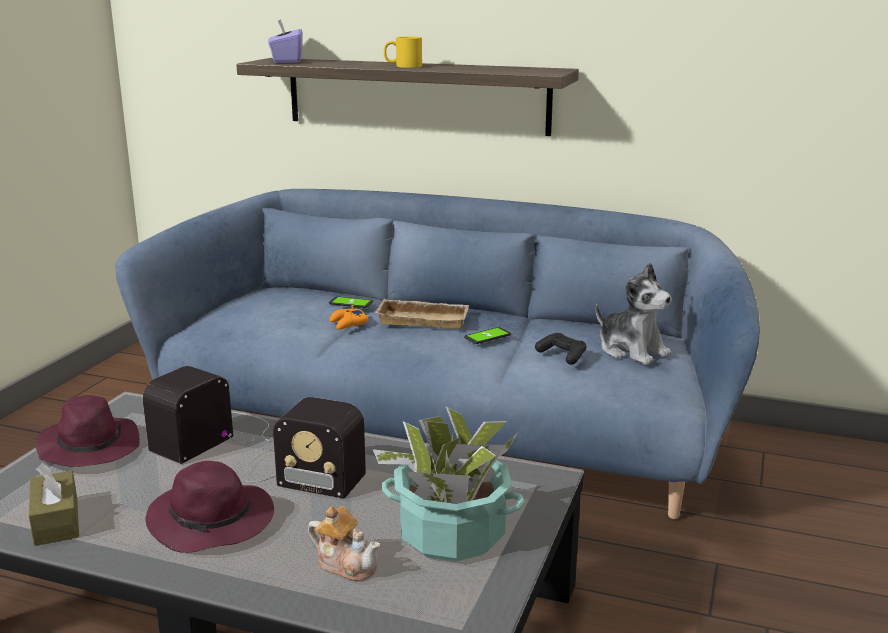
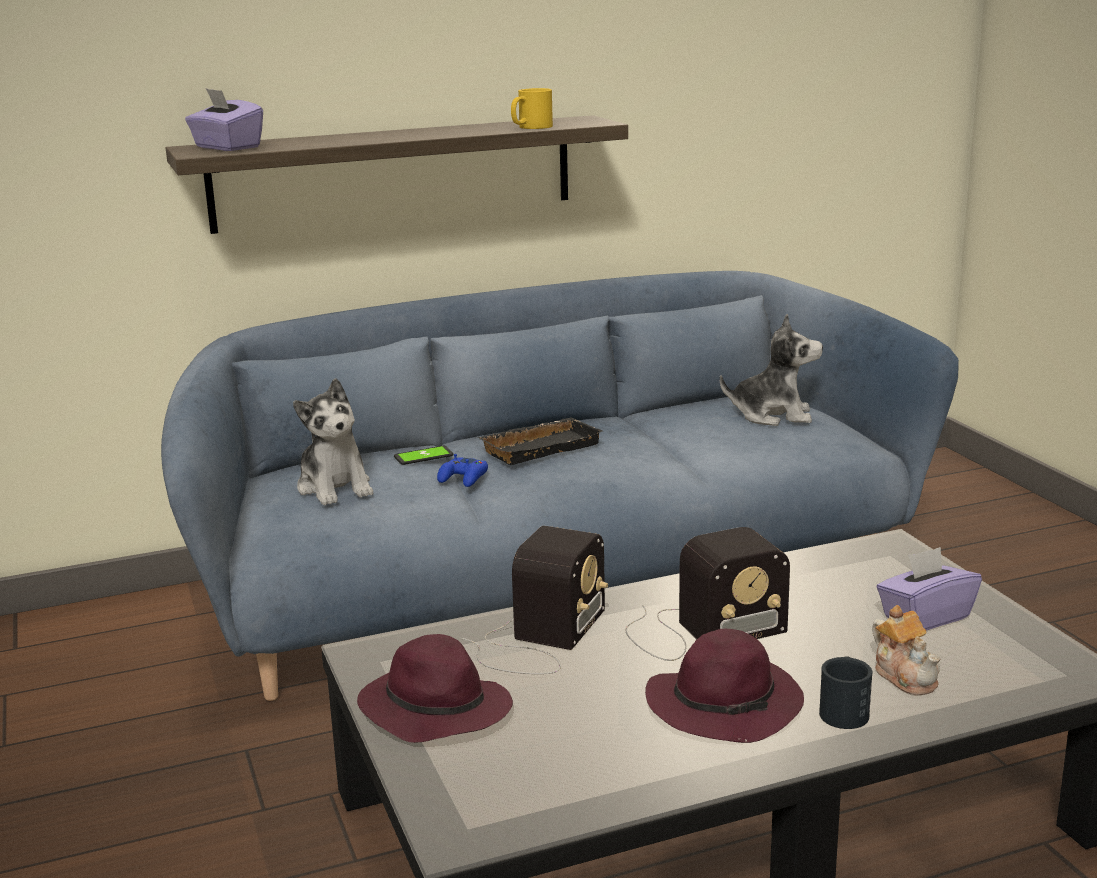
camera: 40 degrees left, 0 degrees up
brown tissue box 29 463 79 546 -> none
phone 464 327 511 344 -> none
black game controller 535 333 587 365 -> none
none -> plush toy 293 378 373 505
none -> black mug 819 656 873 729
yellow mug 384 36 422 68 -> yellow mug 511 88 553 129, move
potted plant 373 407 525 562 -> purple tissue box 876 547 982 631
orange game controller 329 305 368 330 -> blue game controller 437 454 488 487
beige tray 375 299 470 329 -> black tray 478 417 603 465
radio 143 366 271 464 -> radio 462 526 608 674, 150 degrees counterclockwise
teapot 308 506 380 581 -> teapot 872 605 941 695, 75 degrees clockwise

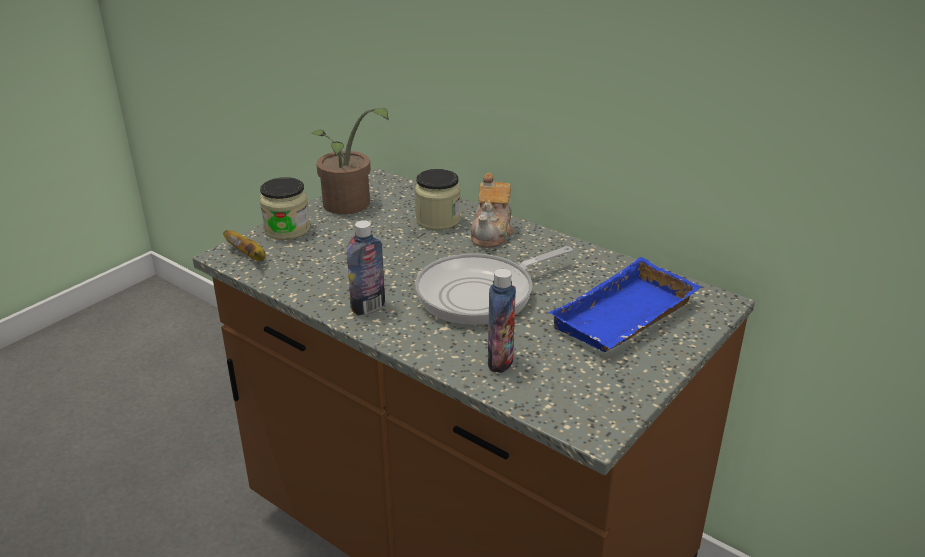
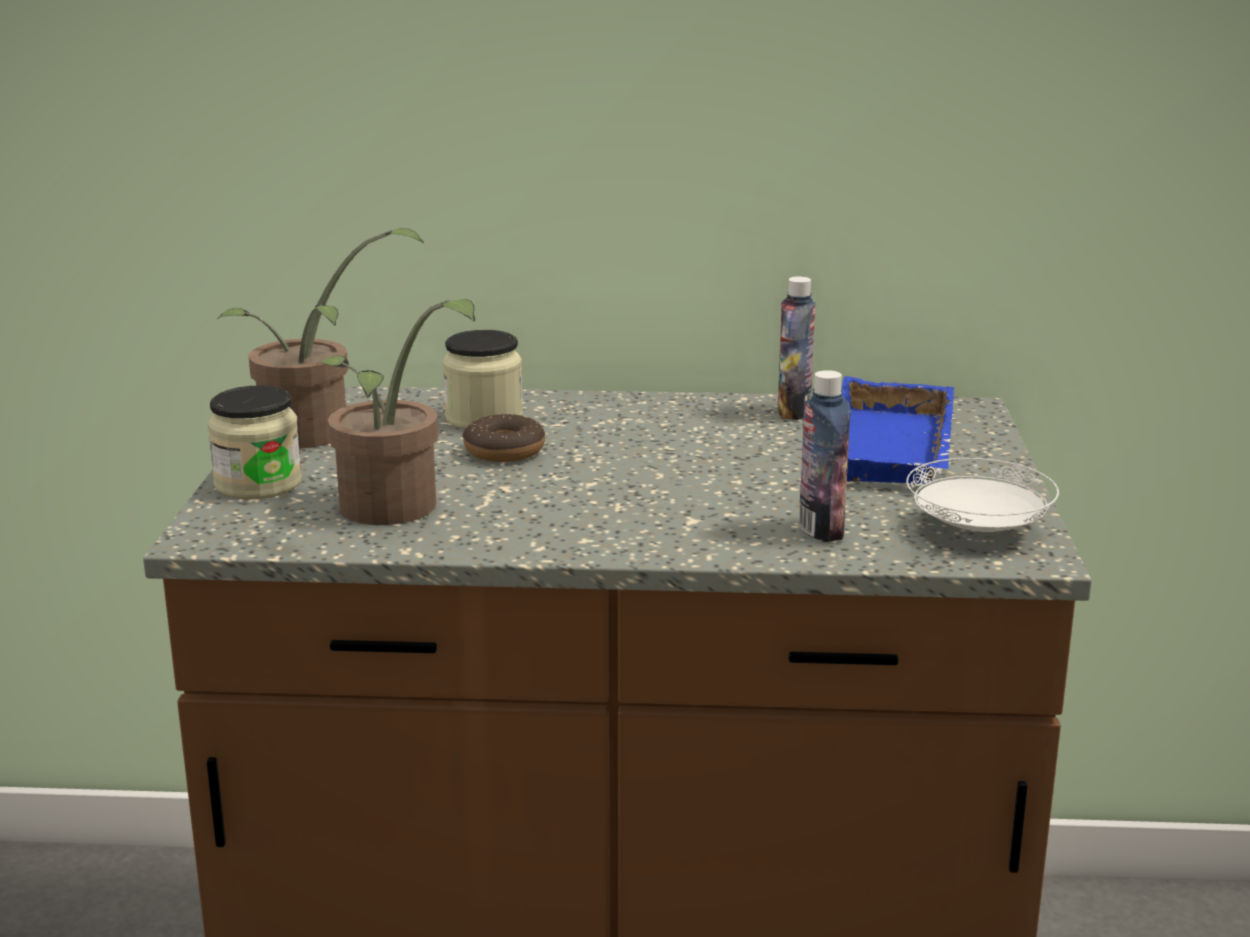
camera: 35 degrees left, 10 degrees down
banana 223 230 266 261 -> none
frying pan 415 246 573 325 -> none
teapot 471 173 514 248 -> none
none -> potted plant 319 299 475 525
none -> donut 463 414 545 462
none -> white plate 906 458 1059 532
bottle 347 220 385 315 -> bottle 777 276 816 420, move

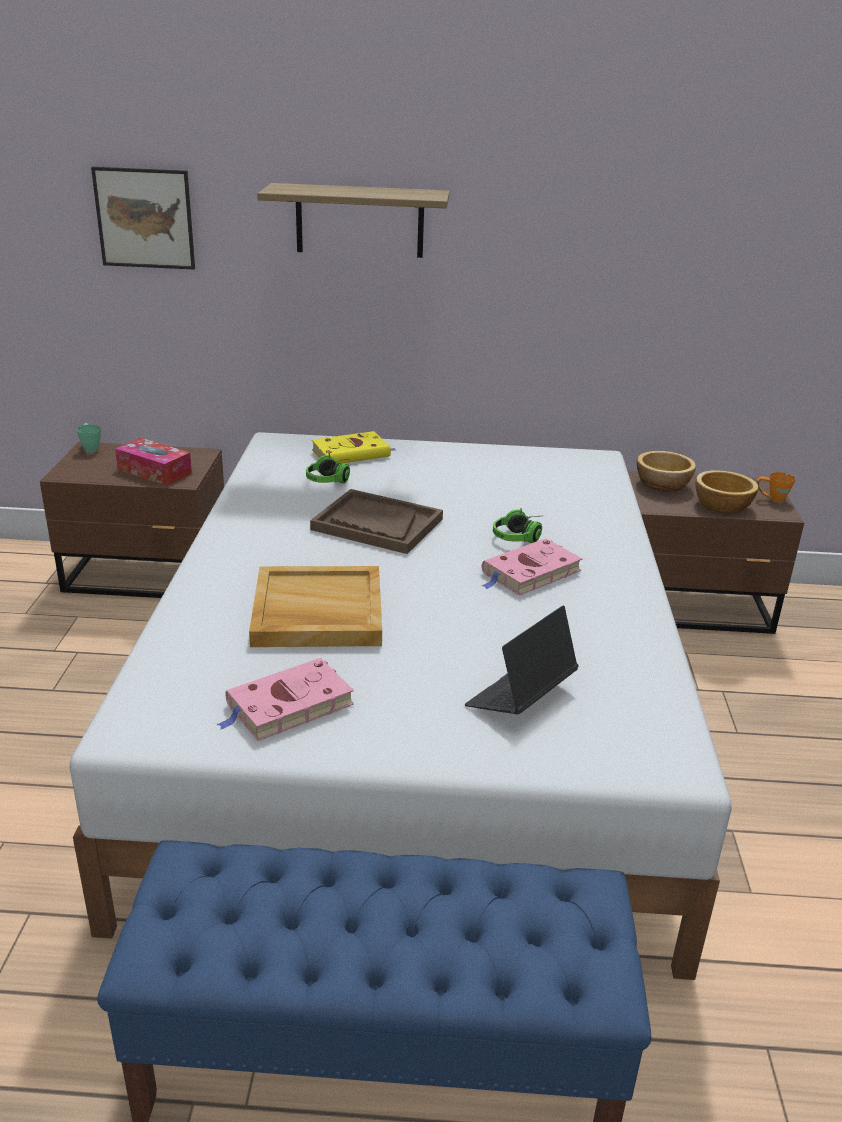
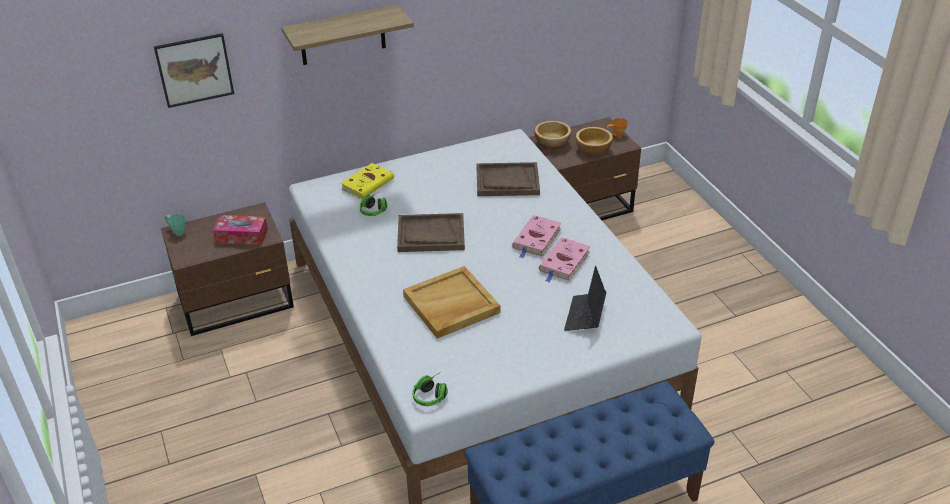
camera: 25 degrees left, 10 degrees up
none -> brown tray 476 162 540 196
pink book 216 658 354 741 -> pink book 539 237 590 282, move
headphones 493 508 542 543 -> headphones 413 372 448 406, move

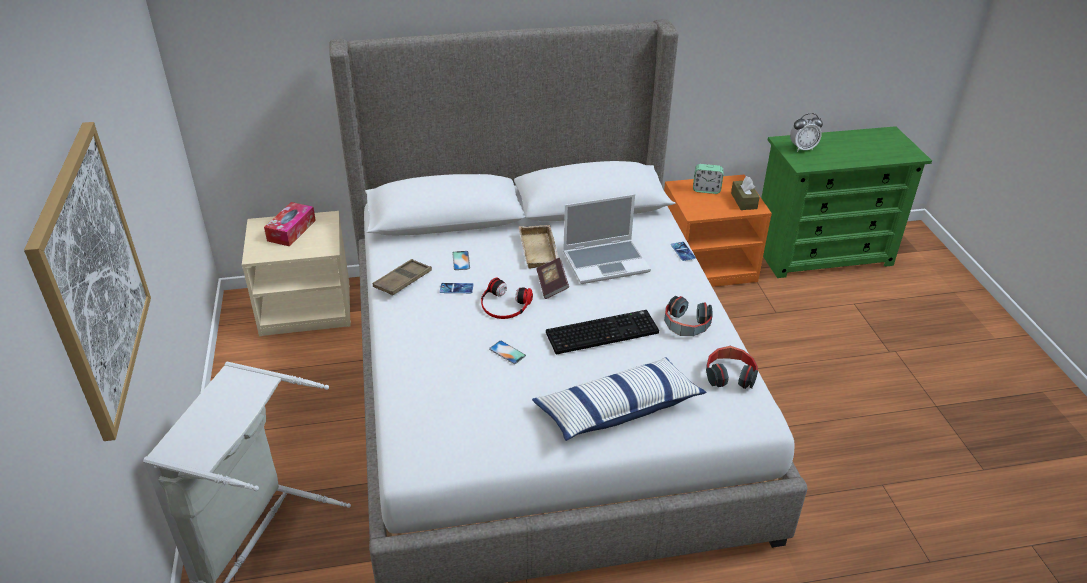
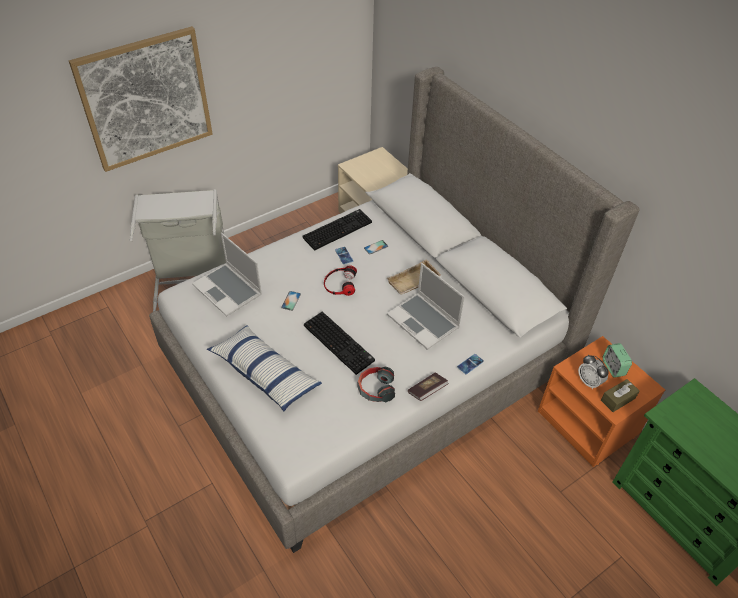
camera: 65 degrees right, 10 degrees up
tissue box 264 202 316 246 -> none
headphones 706 346 758 389 -> none
none -> laptop 192 233 262 317
book 536 258 569 299 -> book 408 373 449 401, move
alarm clock 790 113 823 152 -> alarm clock 578 355 609 390, move
brown tray 373 259 432 296 -> keyboard 303 209 372 250

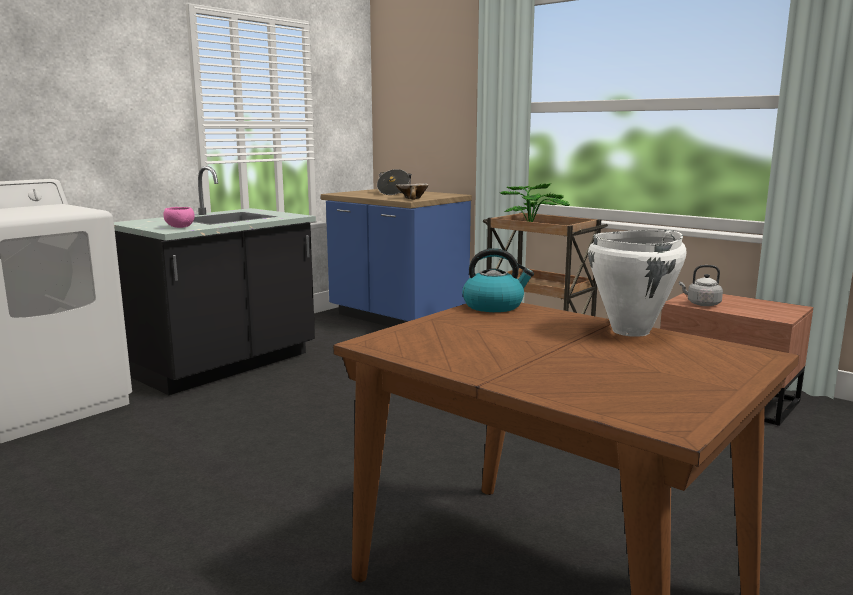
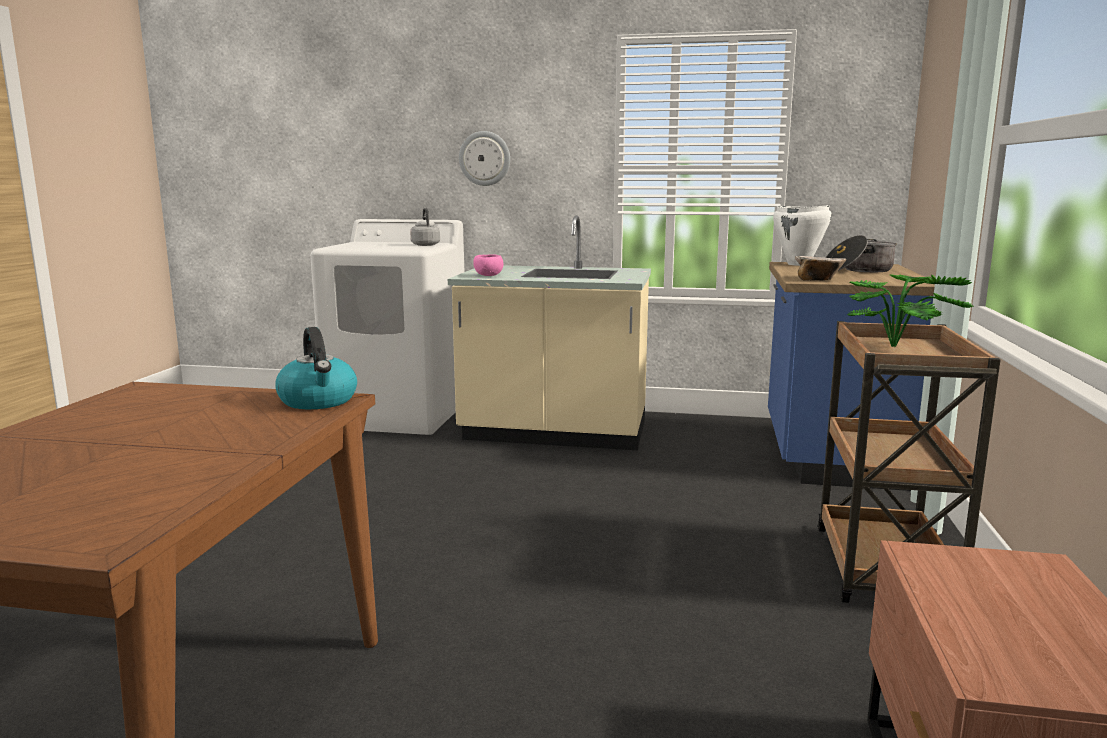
camera: 60 degrees right, 0 degrees up
none -> wall clock 459 131 510 186
white cooking pot 588 230 687 337 -> white cooking pot 773 205 832 266, move
grey kettle 679 265 723 306 -> grey kettle 410 208 440 246, move
black counter 114 166 316 395 -> beige counter 448 215 651 450

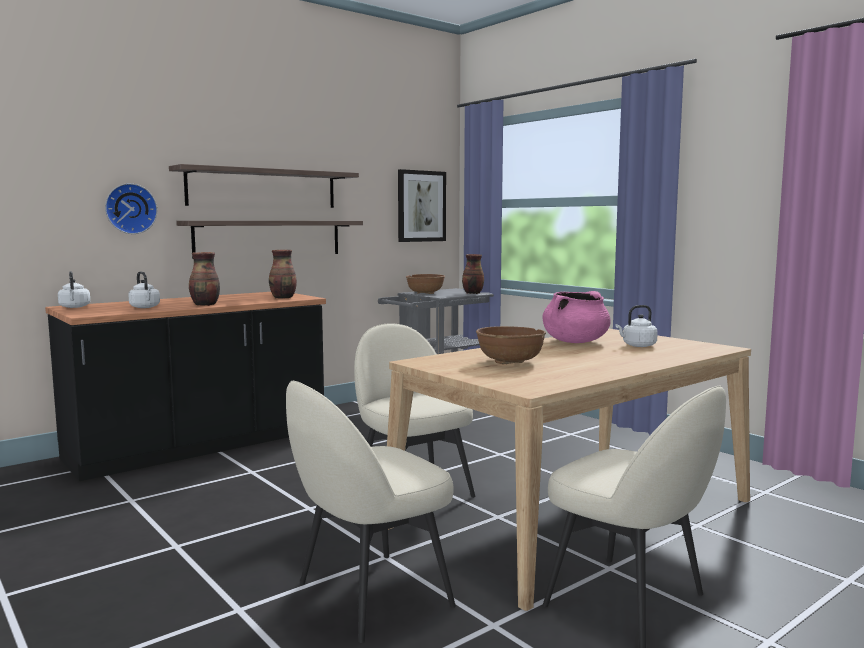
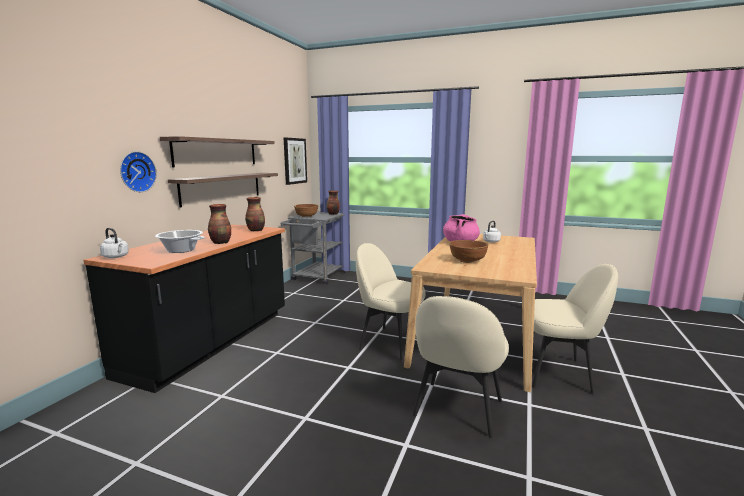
camera: 30 degrees left, 5 degrees up
white kettle 128 271 160 308 -> cooking pot 155 230 205 253

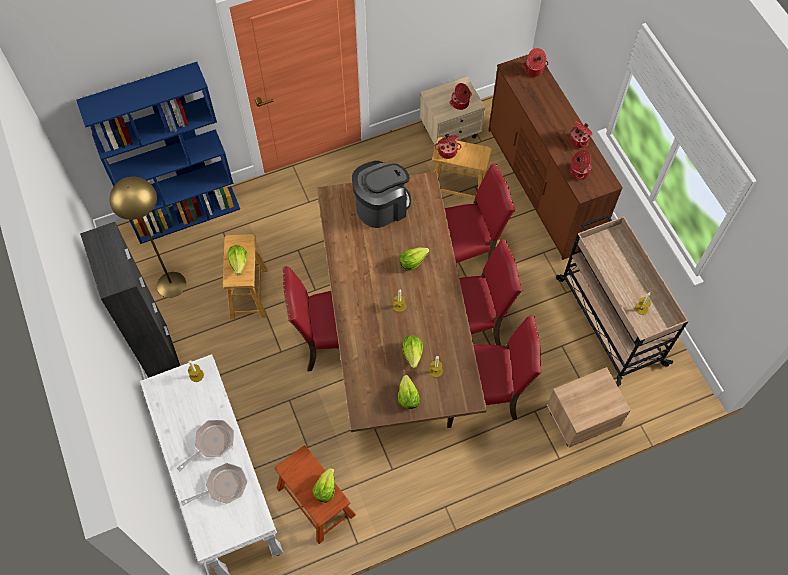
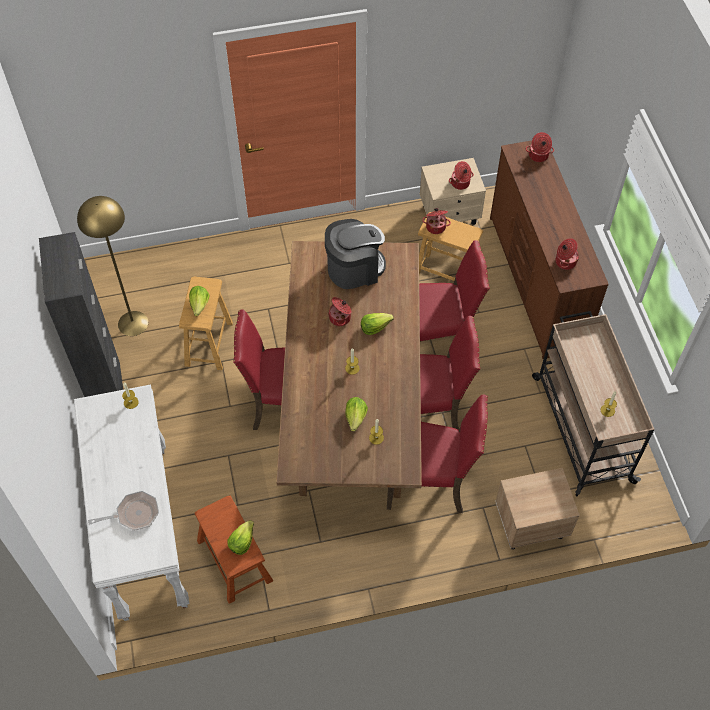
camera: 10 degrees right, 5 degrees down
blue bookcase 76 62 240 244 -> none
frying pan 177 420 234 471 -> none
lettuce 398 375 420 409 -> none
cooking pot 569 122 593 148 -> cooking pot 328 297 351 326, move

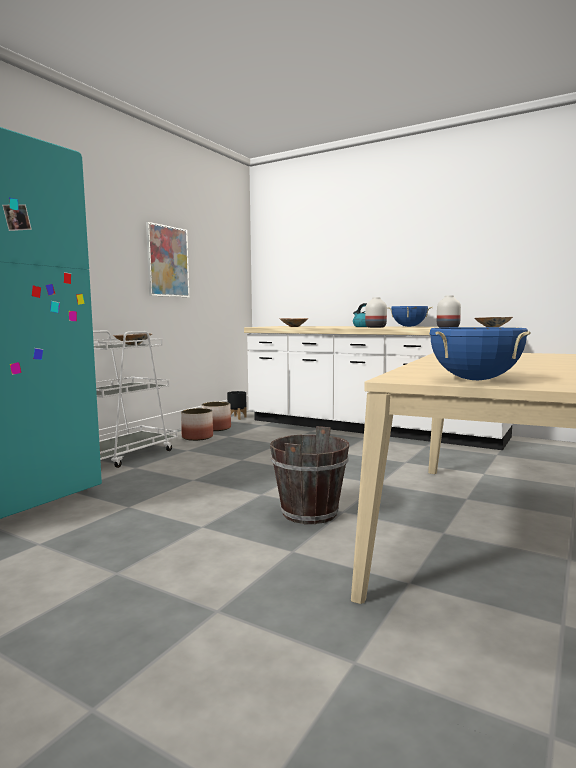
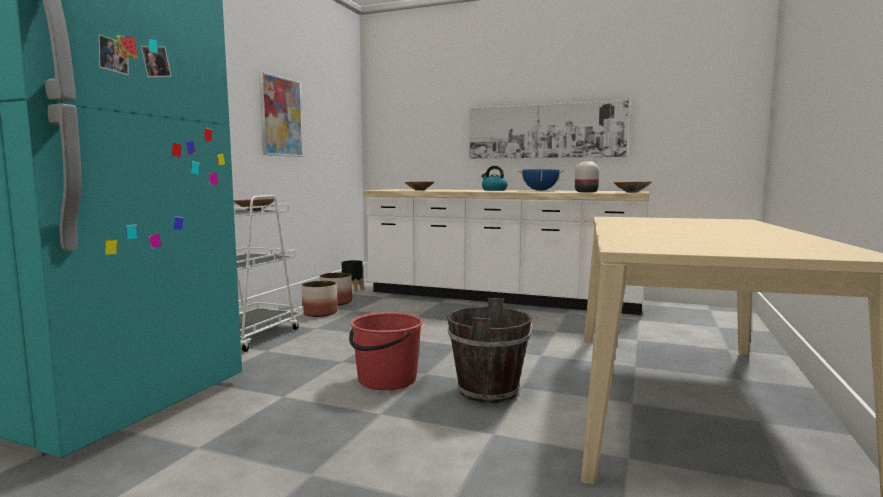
camera: 10 degrees left, 0 degrees up
white vase 365 297 387 328 -> none
blue cooking pot 430 327 530 380 -> none
none -> red bucket 349 312 423 390
none -> picture 470 100 629 159

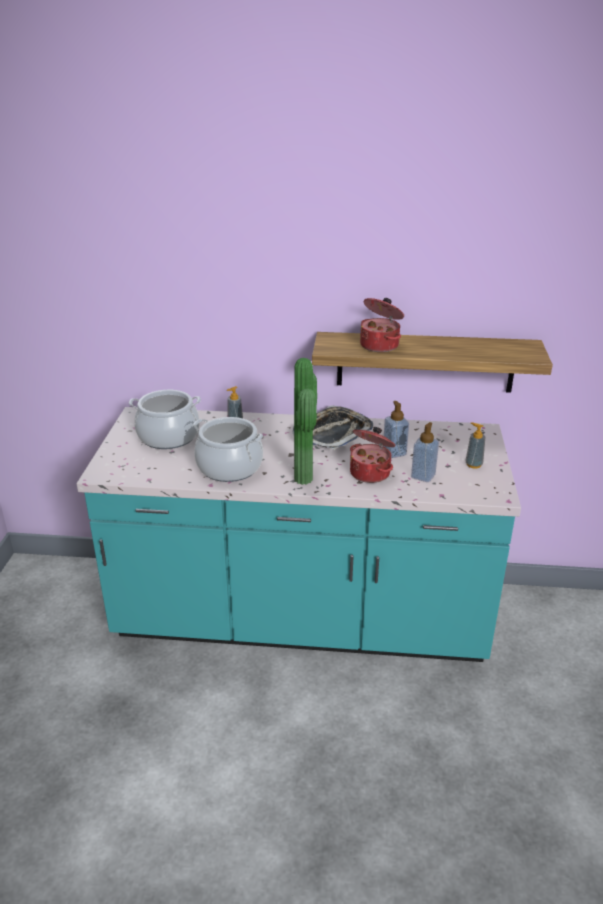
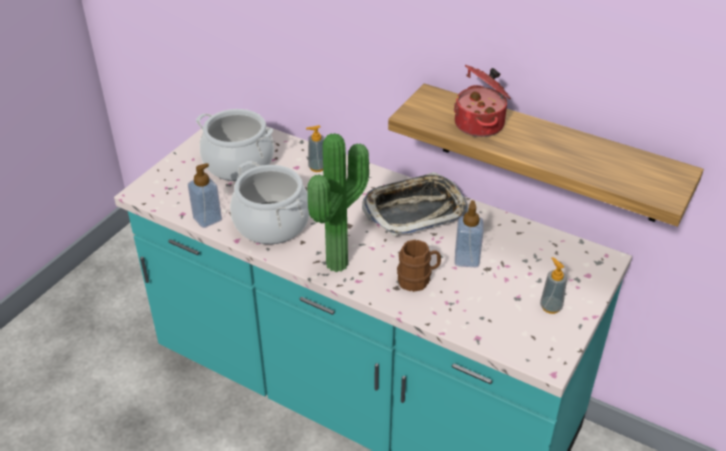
camera: 25 degrees right, 10 degrees up
soap dispenser 411 422 439 482 -> soap dispenser 188 163 222 228, move
cooking pot 350 427 396 483 -> brown mug 397 240 441 292

